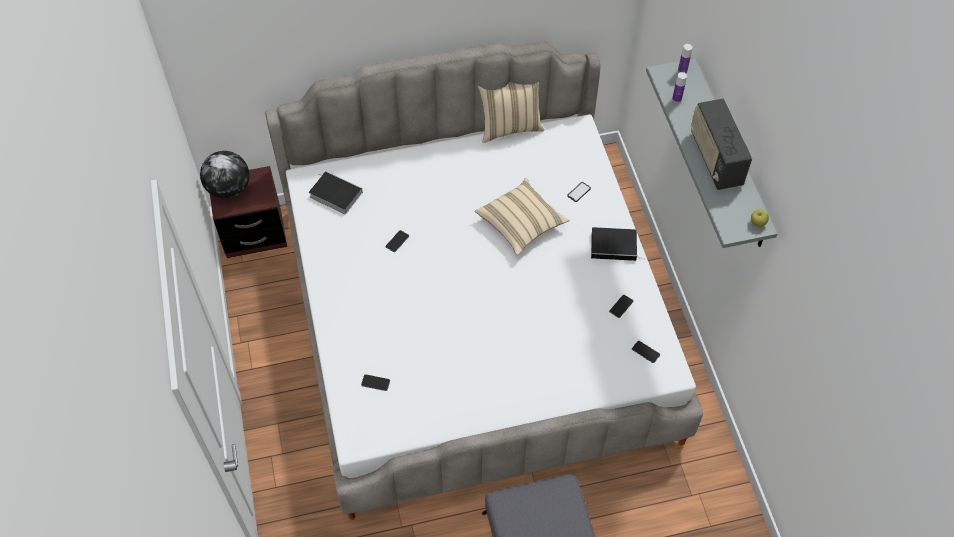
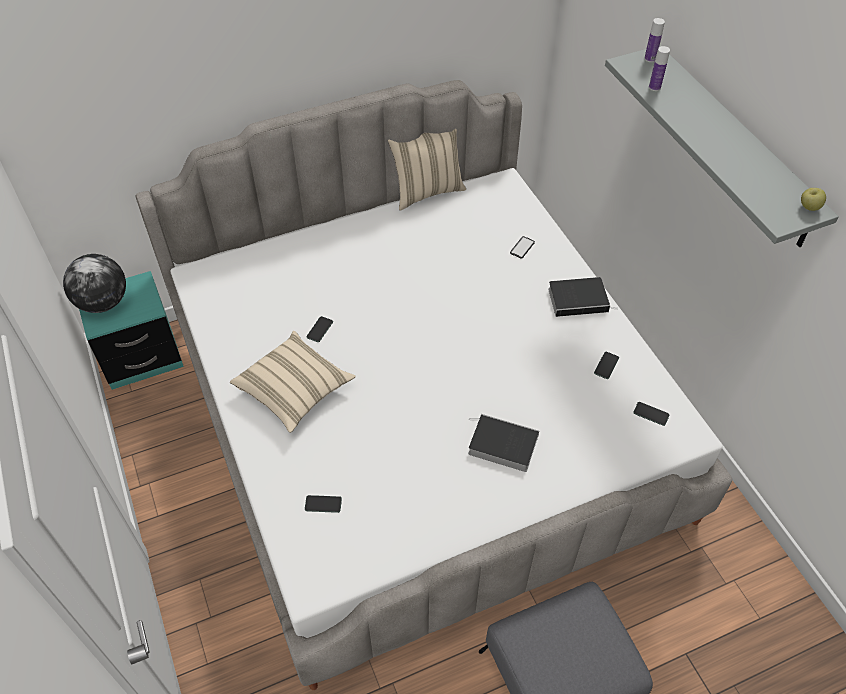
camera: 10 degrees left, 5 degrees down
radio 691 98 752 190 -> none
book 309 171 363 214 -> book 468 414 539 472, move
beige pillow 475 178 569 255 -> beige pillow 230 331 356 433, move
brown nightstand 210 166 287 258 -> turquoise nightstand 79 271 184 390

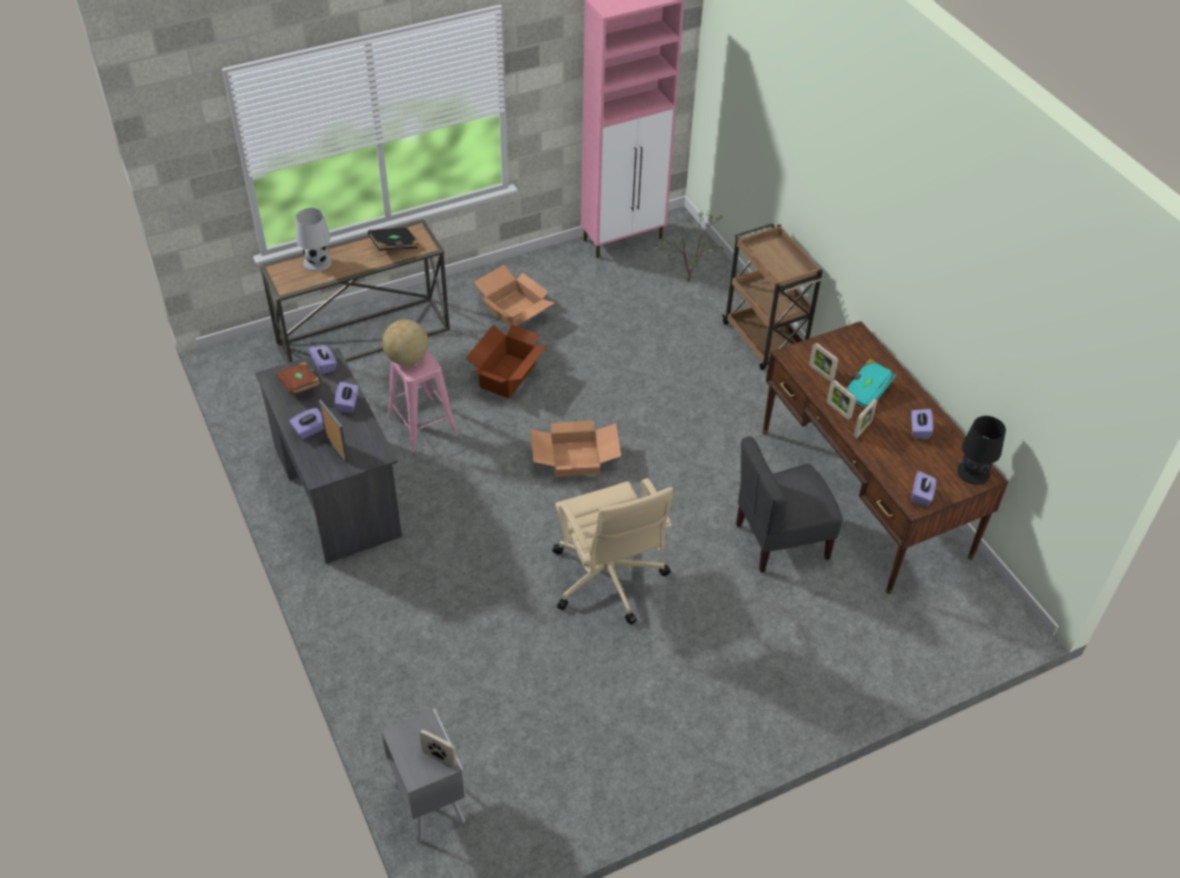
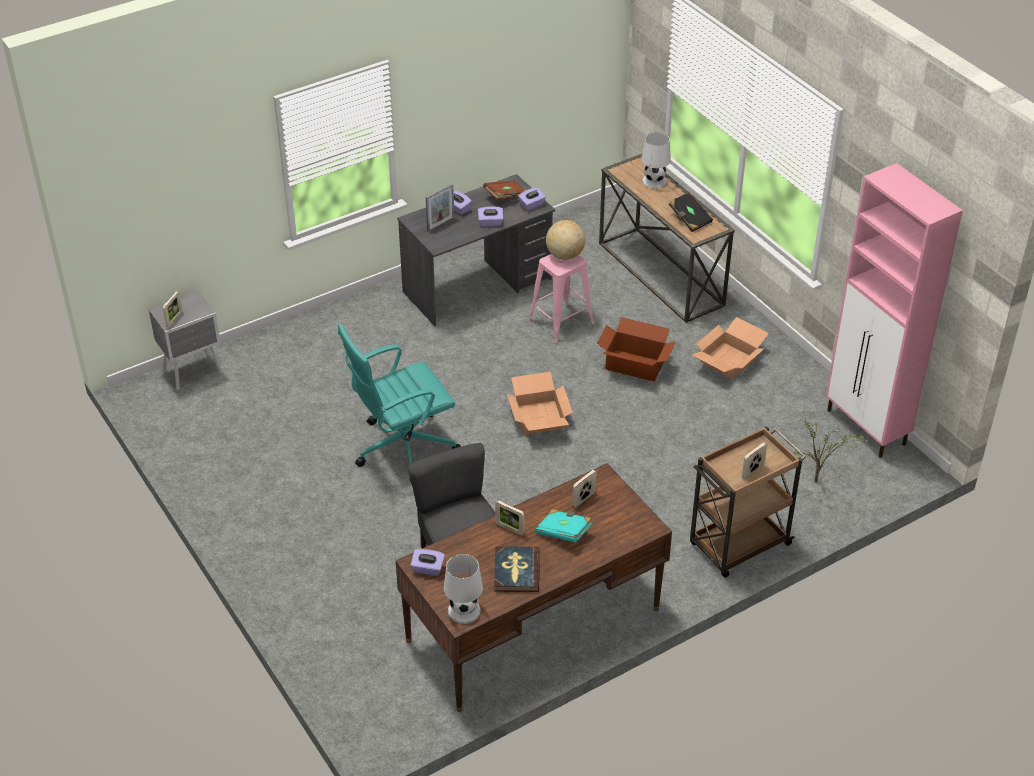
camera: 85 degrees right, 5 degrees down
picture frame 827 380 856 420 -> picture frame 742 442 767 479, move
purple tissue box 911 409 933 439 -> book 494 546 539 592
beige office chair 552 478 673 625 -> turquoise office chair 338 323 461 484
black table lamp 957 416 1006 485 -> white table lamp 444 554 483 624

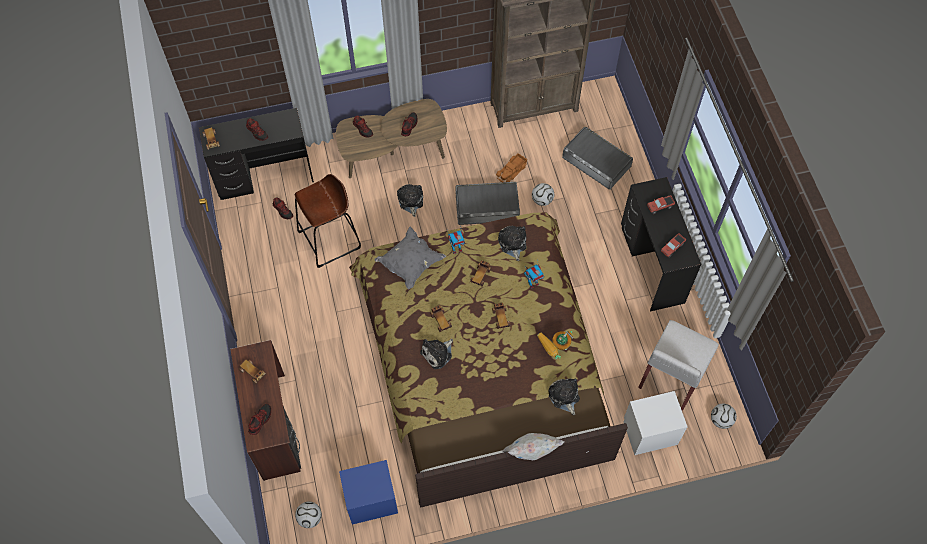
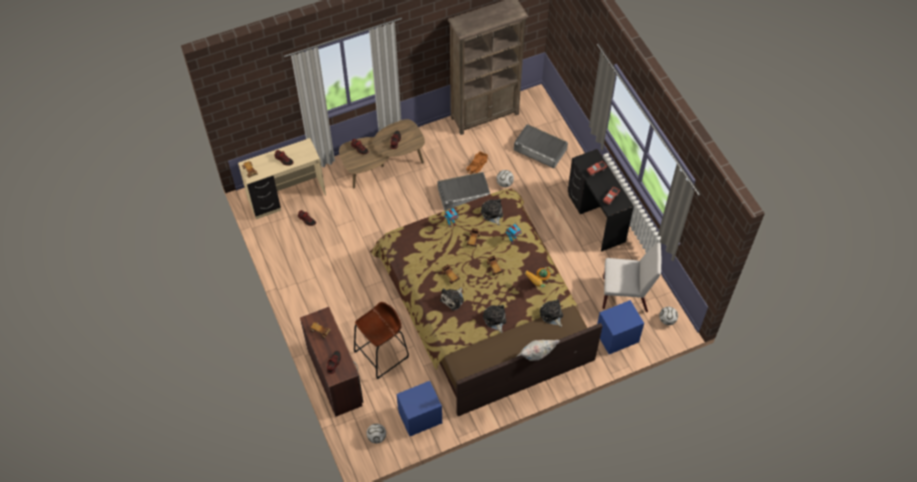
camera: 10 degrees left, 5 degrees down
grey pillow 375 226 446 289 -> none
brown stool 294 174 361 268 -> brown stool 354 302 409 379, move
plush toy 397 184 423 217 -> plush toy 483 305 506 333, move
black desk 199 108 314 200 -> beige desk 238 138 326 219
white nightstand 623 391 687 455 -> blue nightstand 597 300 644 354
white chair 638 320 719 411 -> white chair 602 243 661 312, 105 degrees counterclockwise

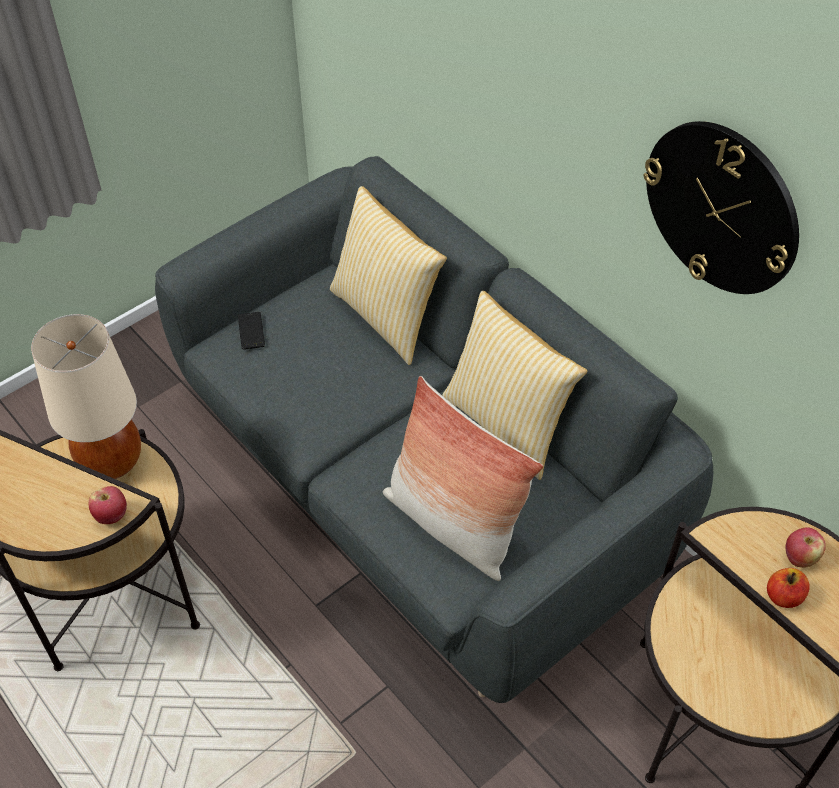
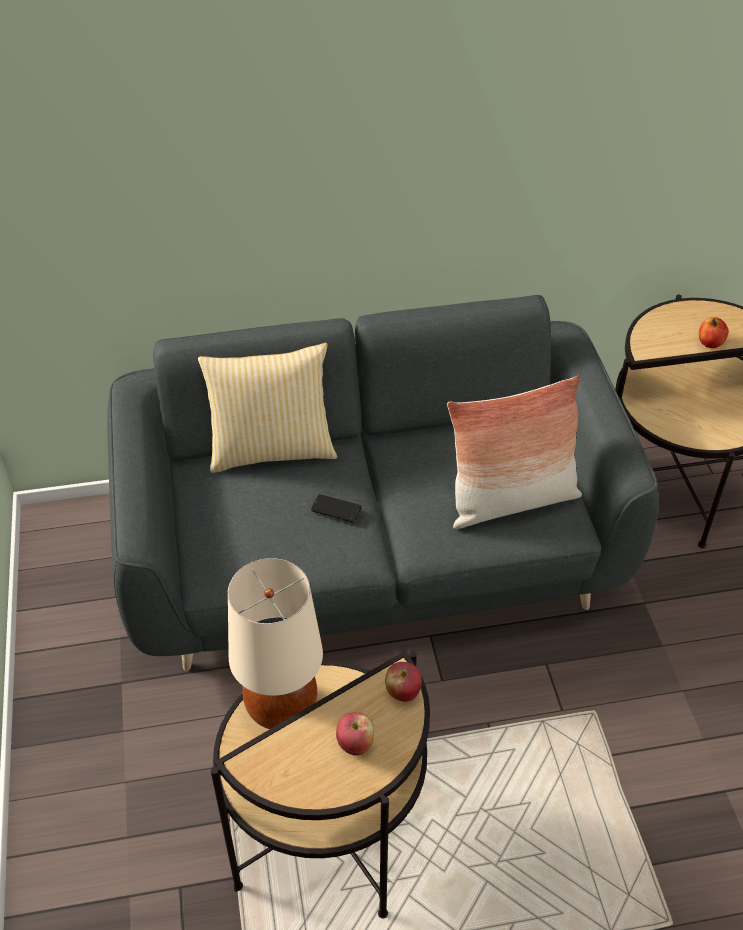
camera: 60 degrees left, 5 degrees down
pillow 442 291 588 480 -> none
wall clock 643 121 799 294 -> none
phone 238 312 265 350 -> phone 311 494 362 523, move
apple 786 527 826 568 -> apple 336 712 374 756, move

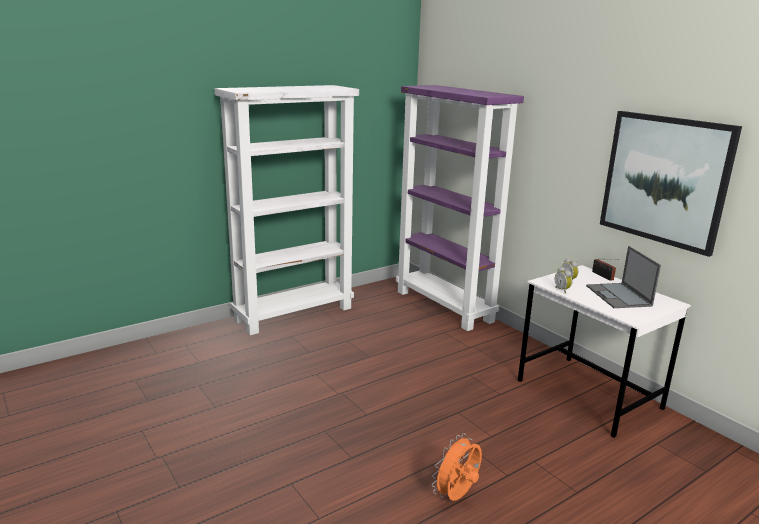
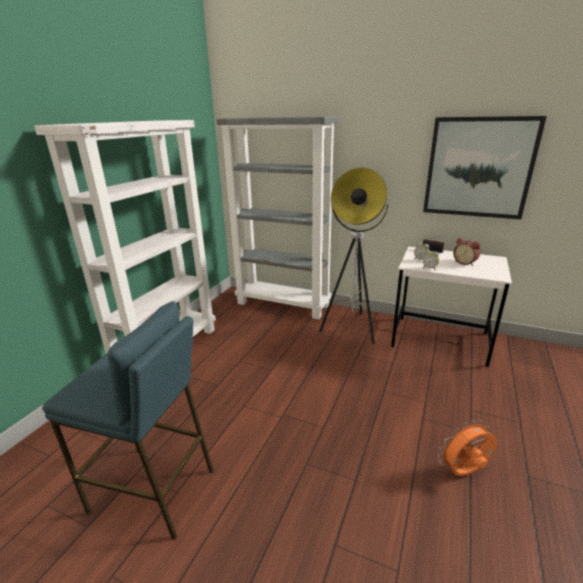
camera: 30 degrees left, 5 degrees up
none -> blue stool 42 301 214 540
none -> floor lamp 319 167 389 344
laptop 586 246 661 308 -> alarm clock 453 238 481 266
purple bookcase 396 85 524 331 -> grey bookcase 216 116 338 320
orange fan 432 433 482 501 -> orange fan 438 420 497 476, 60 degrees clockwise

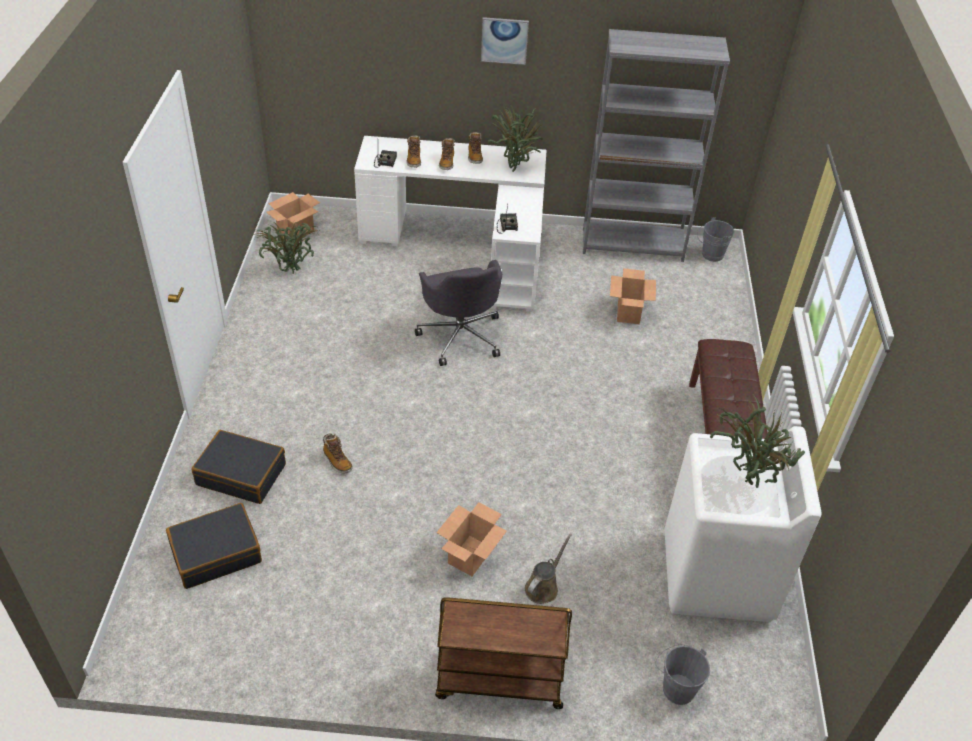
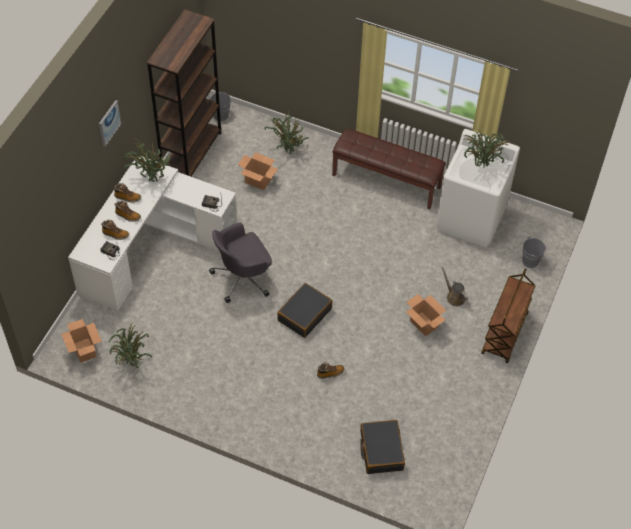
camera: 70 degrees left, 10 degrees up
none -> potted plant 264 111 309 154
black suitcase 192 430 286 504 -> black suitcase 277 283 332 338, move
grey bookcase 583 29 730 262 -> brown bookcase 147 10 221 177
grey office chair 415 260 502 366 -> grey office chair 209 223 272 303, 150 degrees clockwise

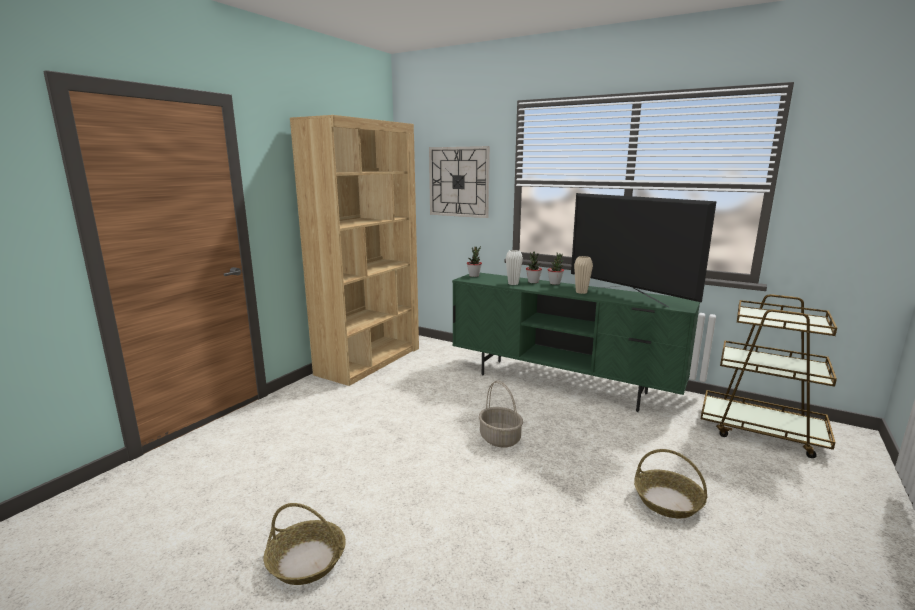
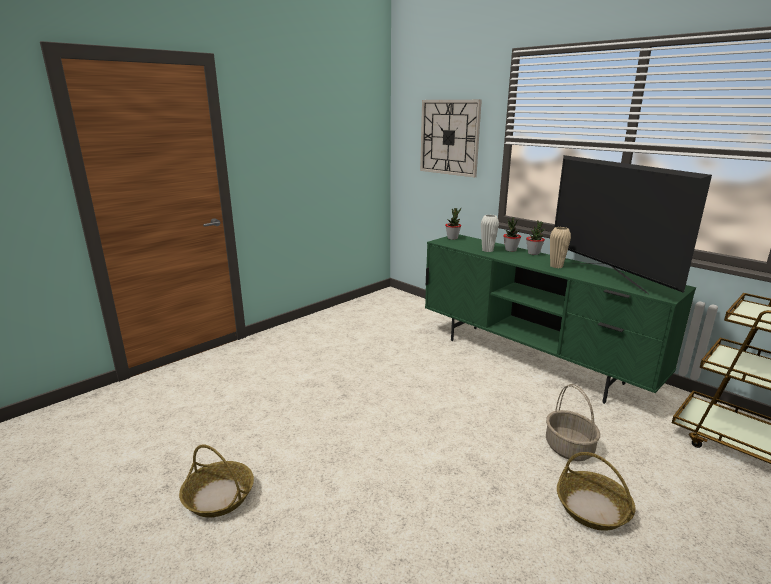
camera: 15 degrees right, 5 degrees up
brown bookcase 290 115 419 386 -> none
basket 479 380 523 448 -> basket 546 384 600 461, move

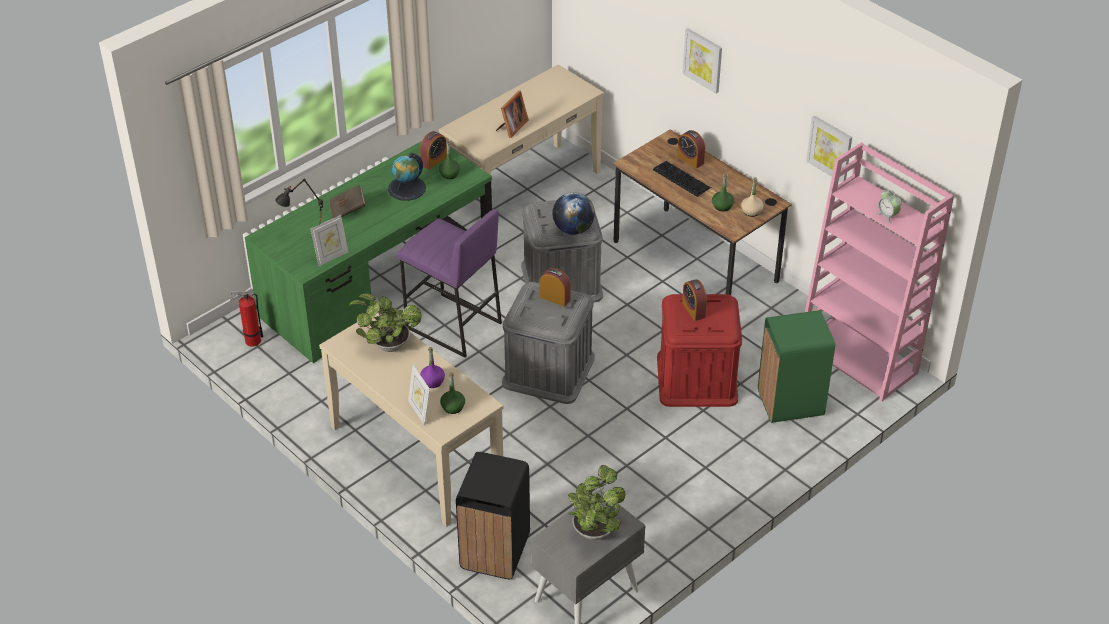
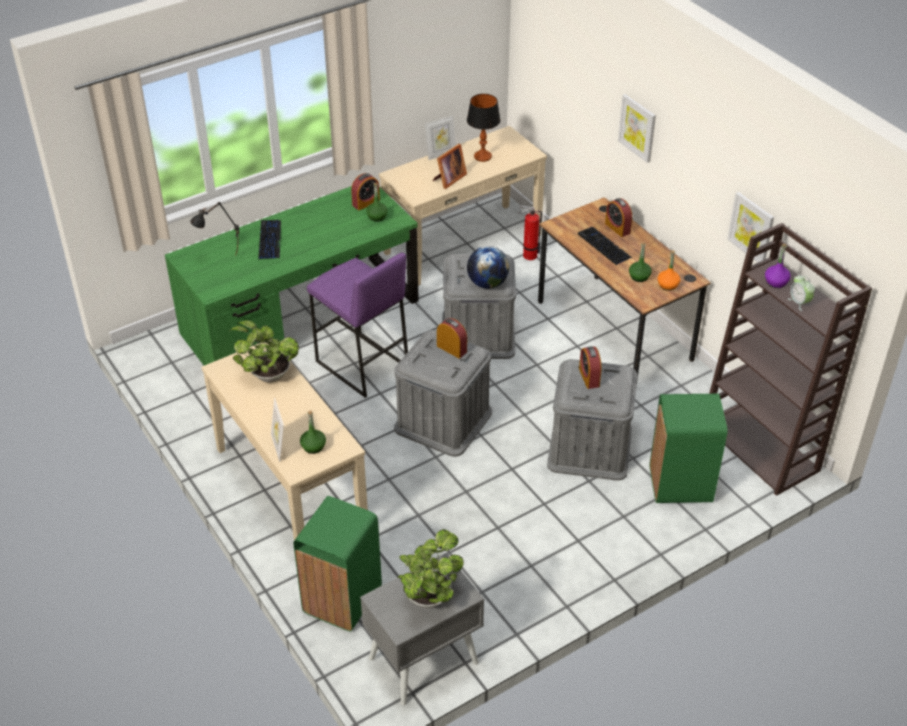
camera: 10 degrees right, 0 degrees up
globe 388 153 426 201 -> none
none -> table lamp 467 94 500 162
fire extinguisher 230 291 263 347 -> fire extinguisher 518 205 542 260, move
picture frame 311 215 348 266 -> picture frame 425 116 456 160, move
purple bottle 420 347 445 388 -> purple bottle 765 244 791 288, move
brown book 329 185 366 219 -> keyboard 258 220 281 259
black trash can 456 452 530 579 -> green trash can 294 496 382 631
red storage box 657 294 742 407 -> grey storage box 547 359 637 481
beige bottle 741 177 764 217 -> orange bottle 658 250 680 291
pink bookcase 805 142 954 401 -> brown bookcase 709 223 872 496

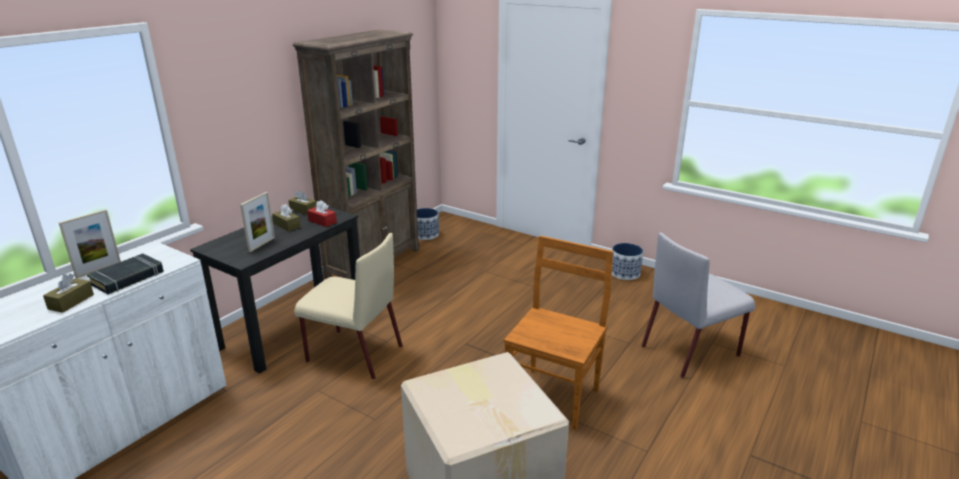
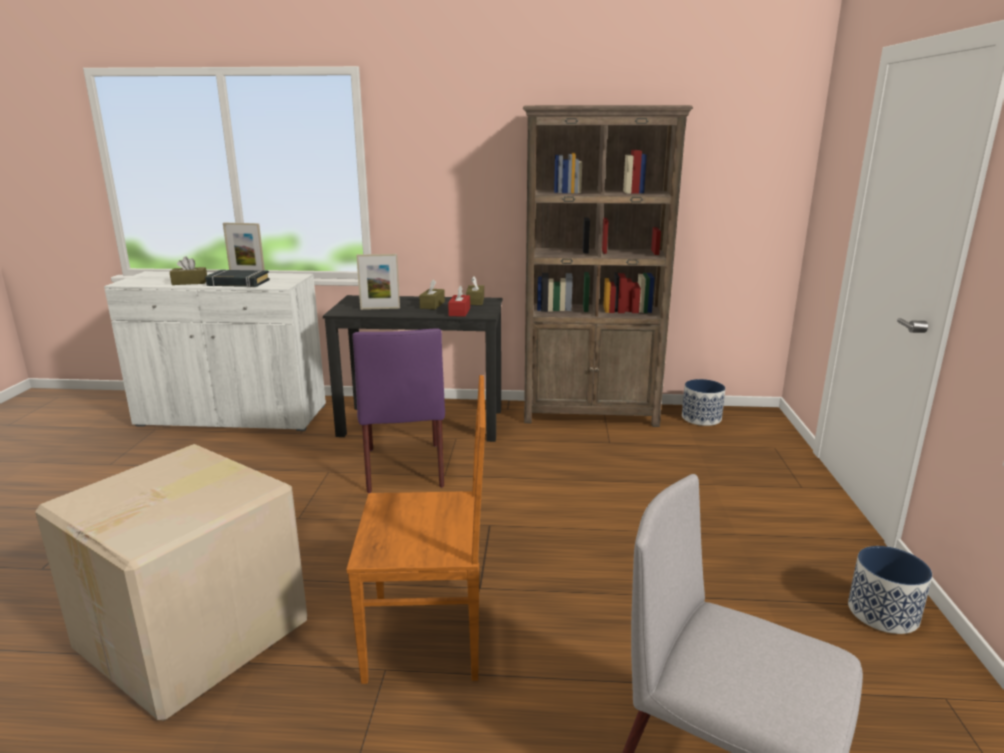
camera: 60 degrees right, 5 degrees down
beige chair 295 233 403 380 -> purple chair 352 328 445 493

